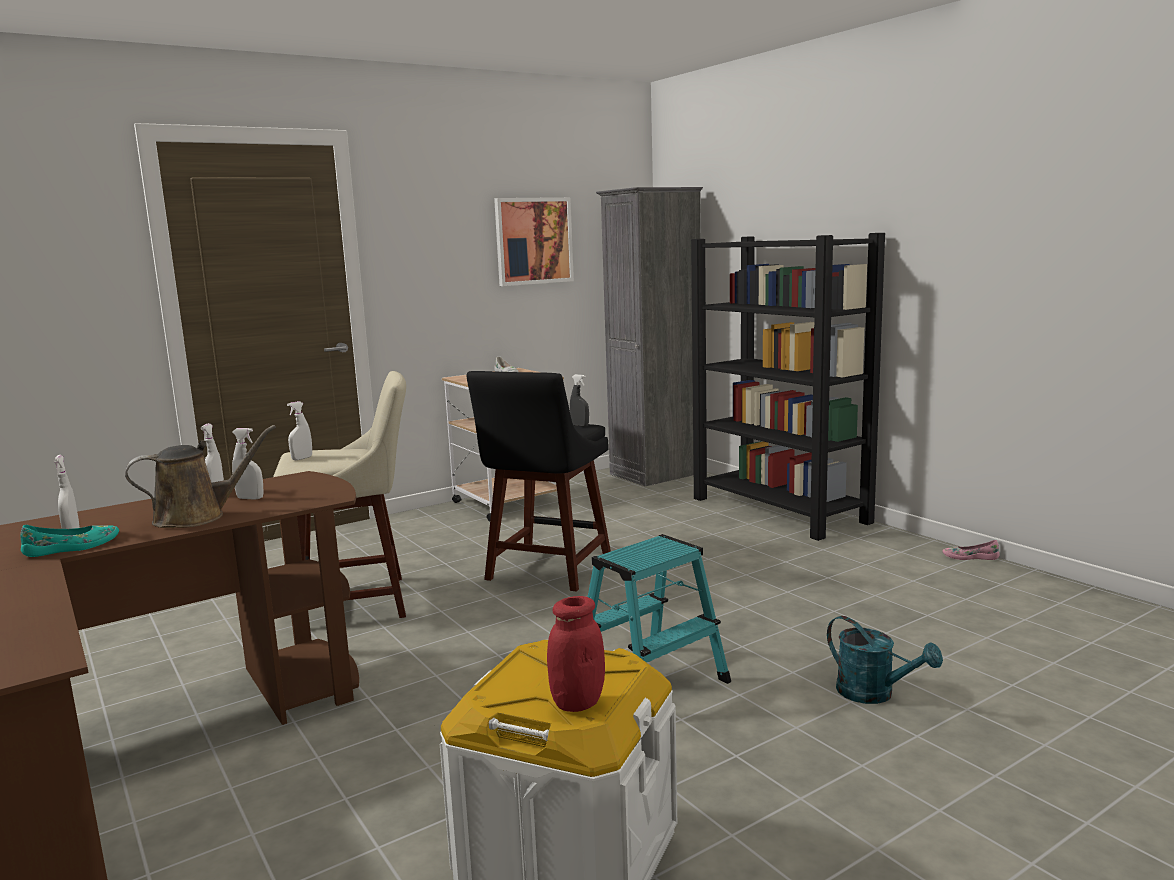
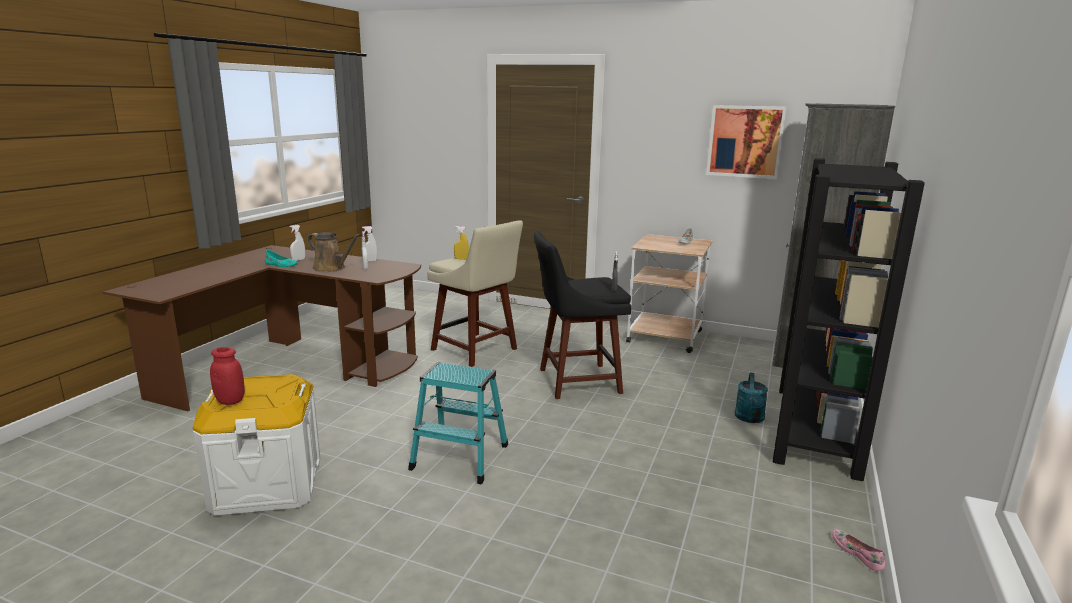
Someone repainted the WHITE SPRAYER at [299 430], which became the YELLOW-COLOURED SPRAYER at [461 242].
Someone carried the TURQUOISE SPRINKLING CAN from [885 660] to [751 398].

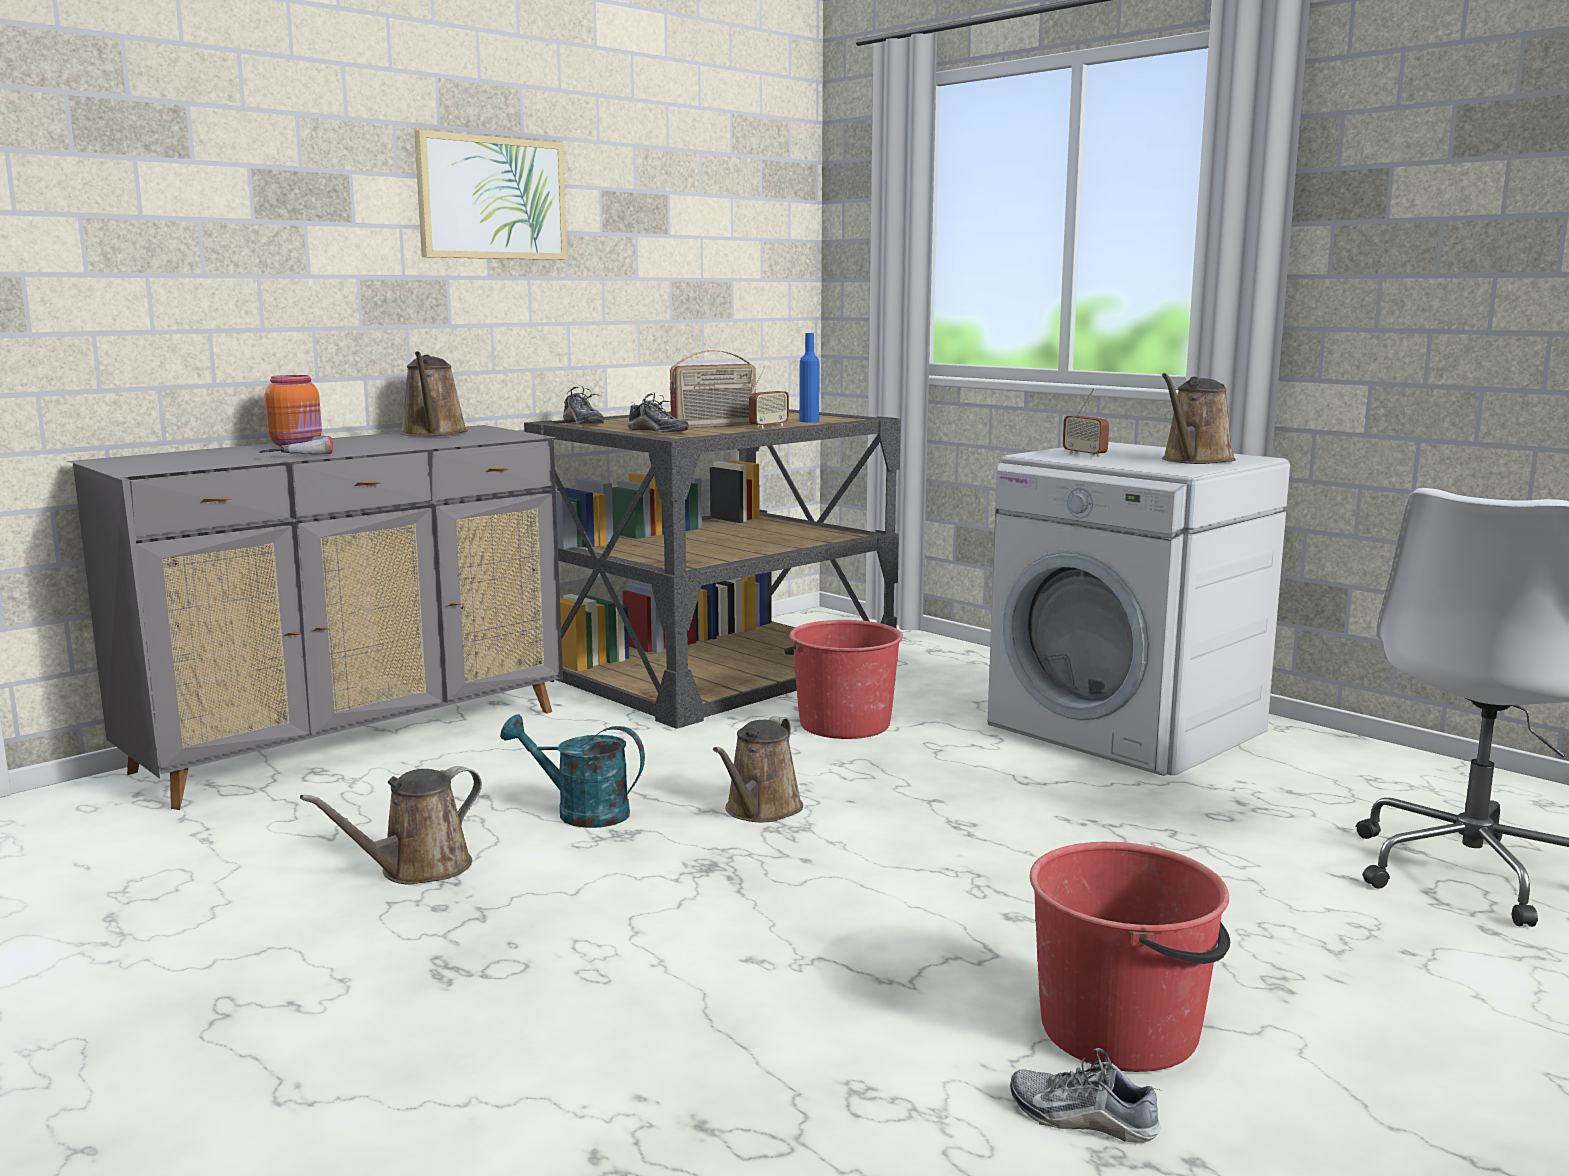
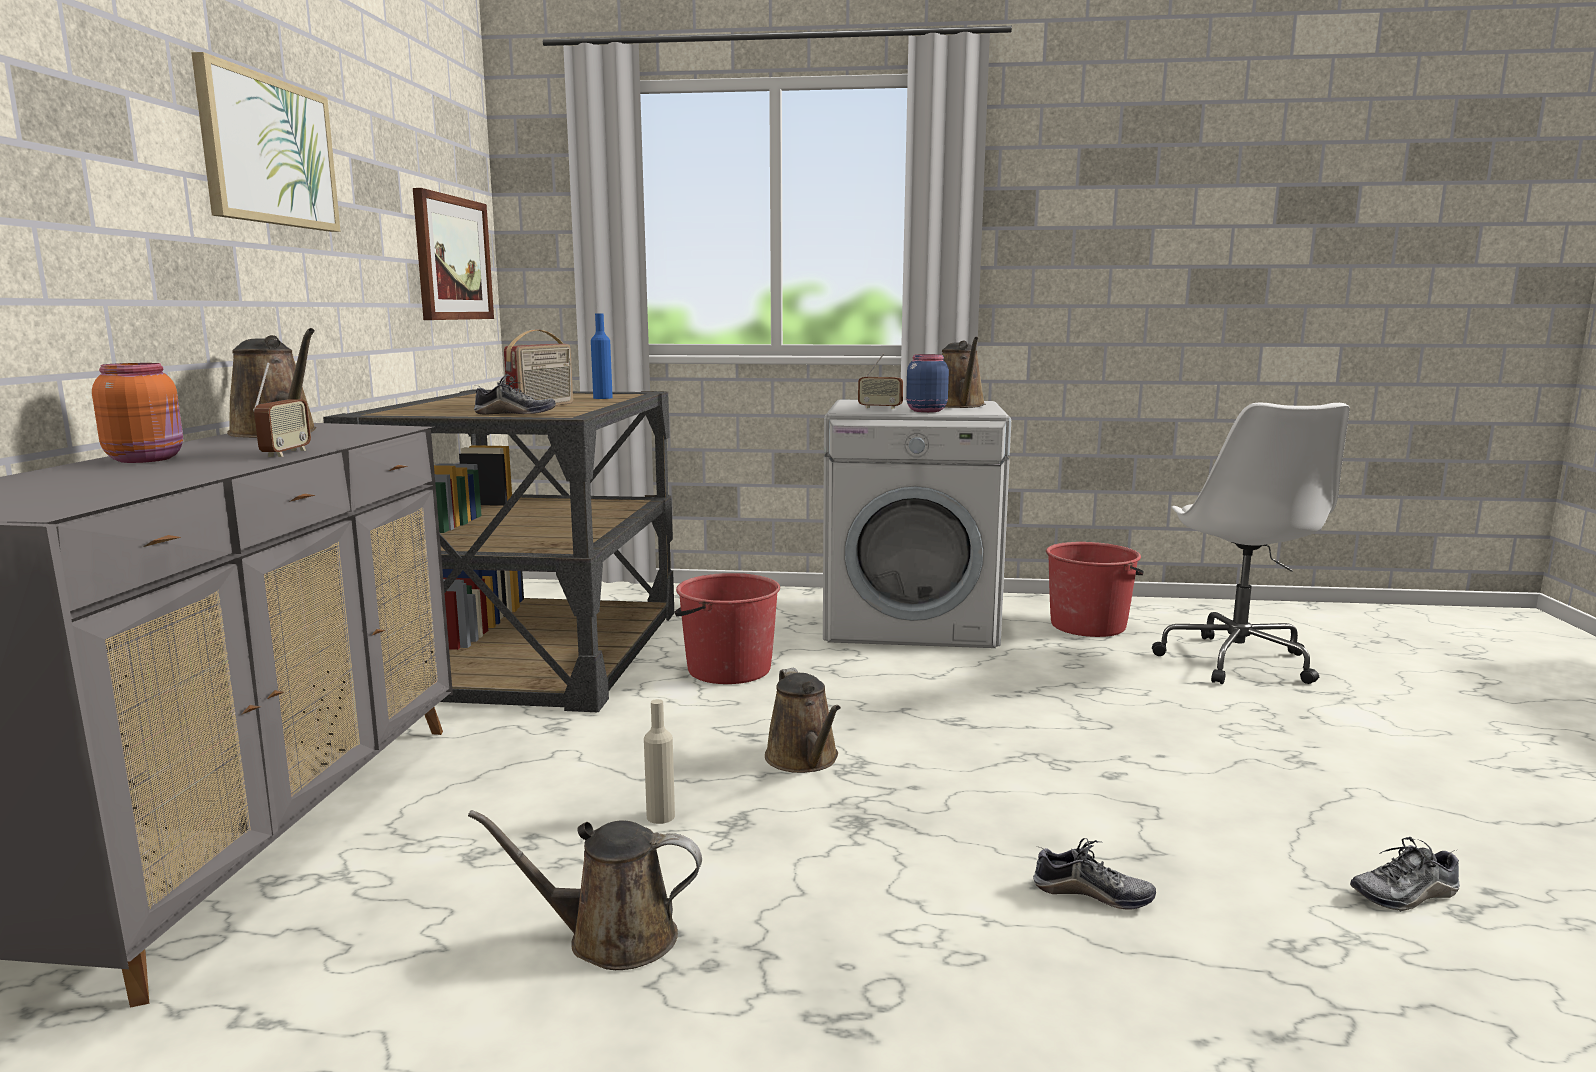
Someone carried the RADIO from [769 397] to [282 409].
Someone put up the WALL ART at [453 254].
Someone rotated the BROWN SPRINKLING CAN at [391 825] by 90 degrees clockwise.
Someone swapped the TURQUOISE SPRINKLING CAN at [572 771] for the BEIGE-COLOURED BEVERAGE BOTTLE at [659 761].
Someone put down the BLUISH PRESERVE JAR at [927 383].
Someone carried the ITEM OF FOOTWEAR from [583 405] to [1094 874].
Someone carried the RED-COLOURED PAIL from [1130 957] to [1095 589].
Someone took away the POWER DRILL at [296 445].

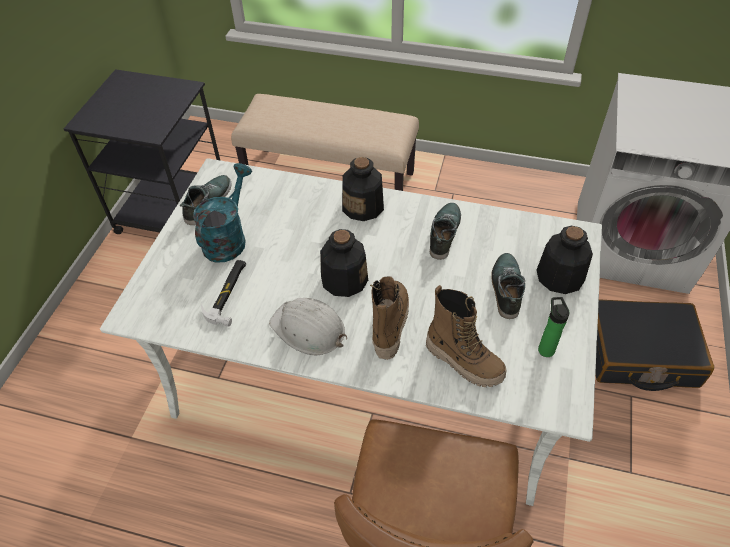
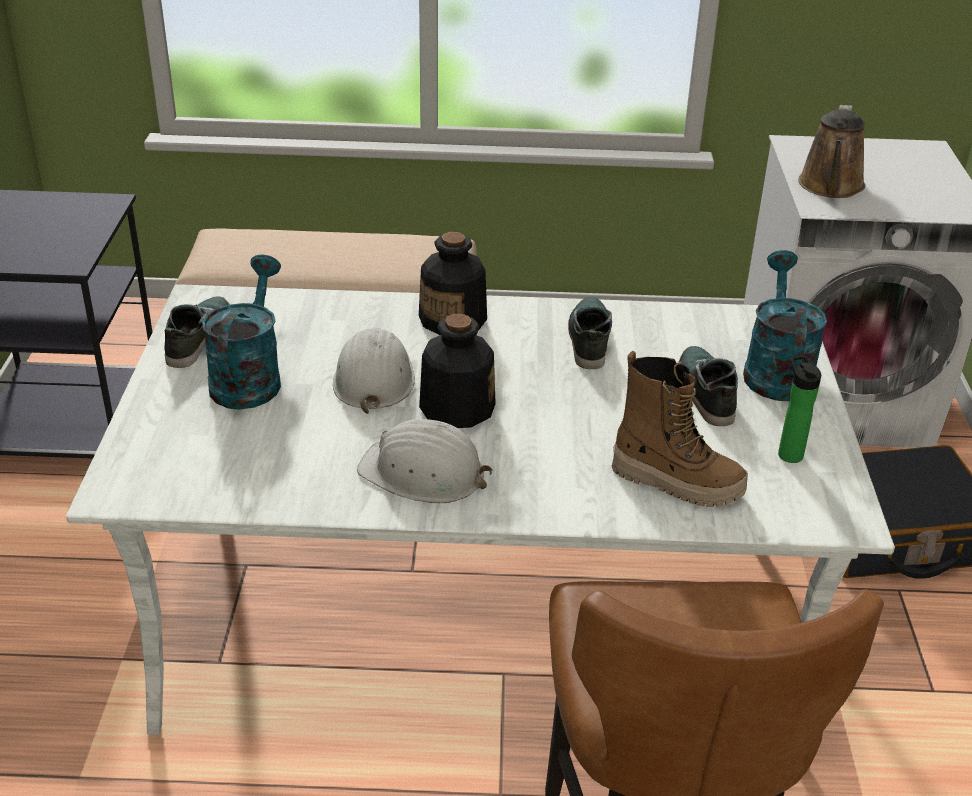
Someone put down the WHITE HARD HAT at [374 370].
Someone swapped the BEVERAGE BOTTLE at [565 260] for the TURQUOISE SPRINKLING CAN at [785 325].
Someone put down the BROWN SPRINKLING CAN at [831 151].
Someone took away the TOOL HAMMER at [223 293].
Someone took away the HIGH-TOP BOOT at [389 318].

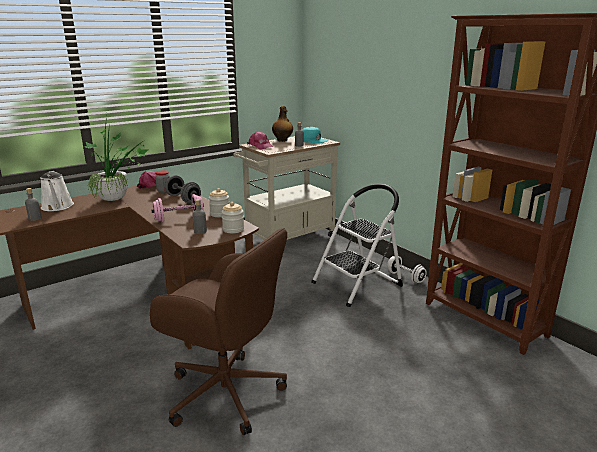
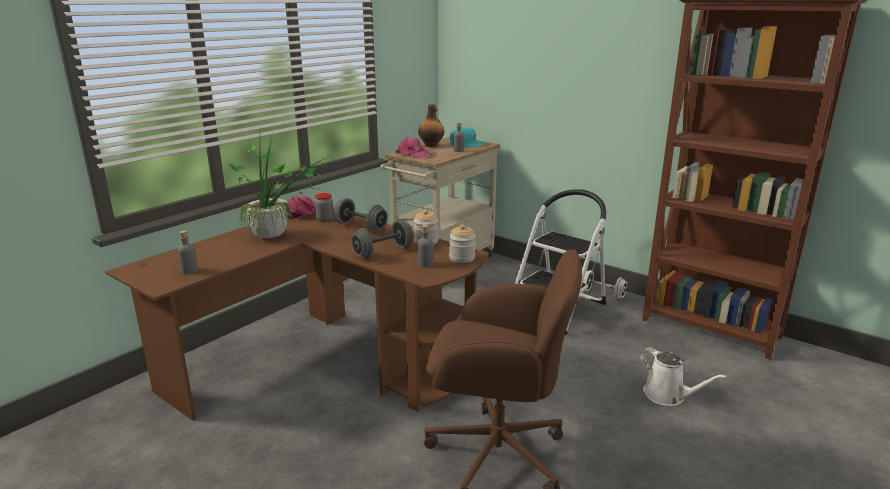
Someone repainted the PINK-COLOURED FREE WEIGHT at [178 208], which became the GREY FREE WEIGHT at [382 238].
Someone carried the WHITE SPRINKLING CAN from [57 191] to [683 376].

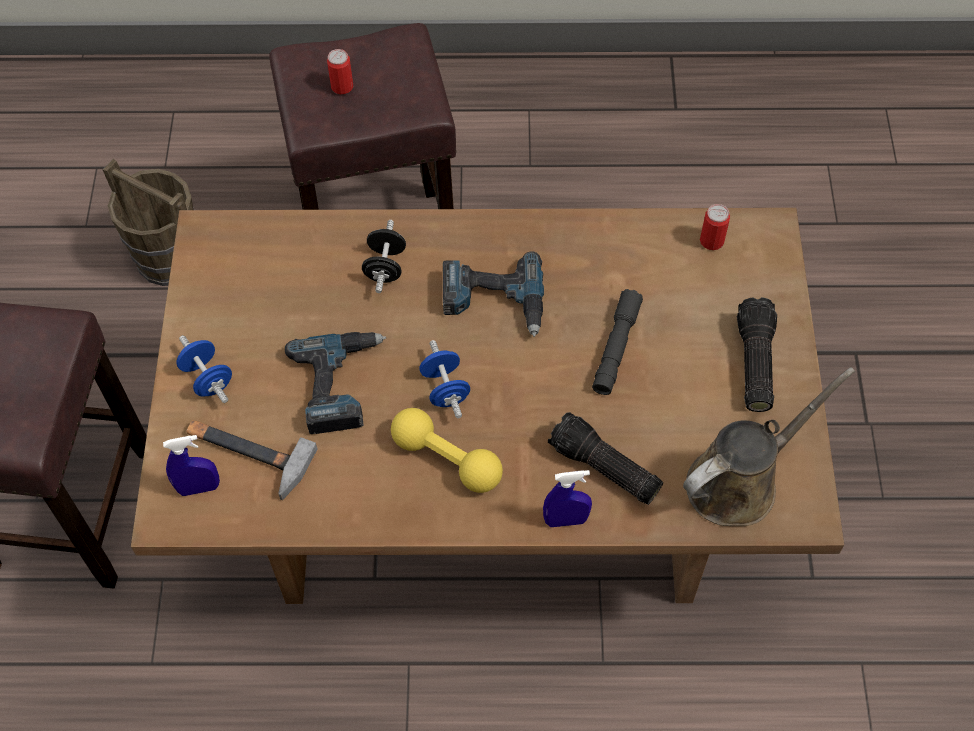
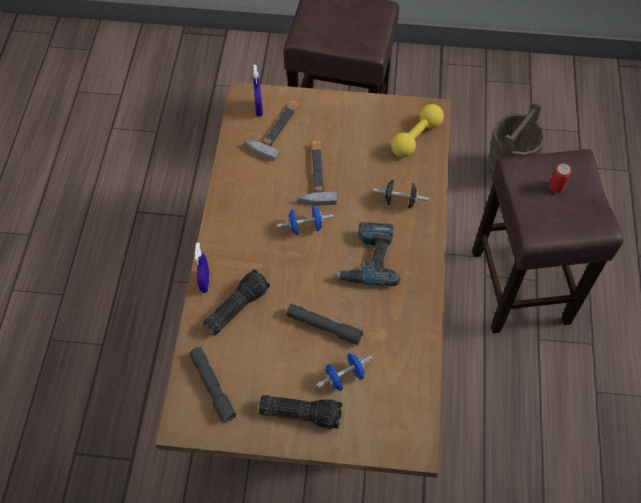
Someone swapped the BROWN SPRINKLING CAN at [769 446] for the GREY HAND TORCH at [213 385].
Someone swapped the POWER DRILL at [335 383] for the TOOL HAMMER at [317 173].
Someone carried the BLUISH FREE WEIGHT from [204 369] to [344 372].
Someone carried the YELLOW-COLOURED FREE WEIGHT from [447 450] to [417 130].
Someone took away the SEALED CAN at [715 227].

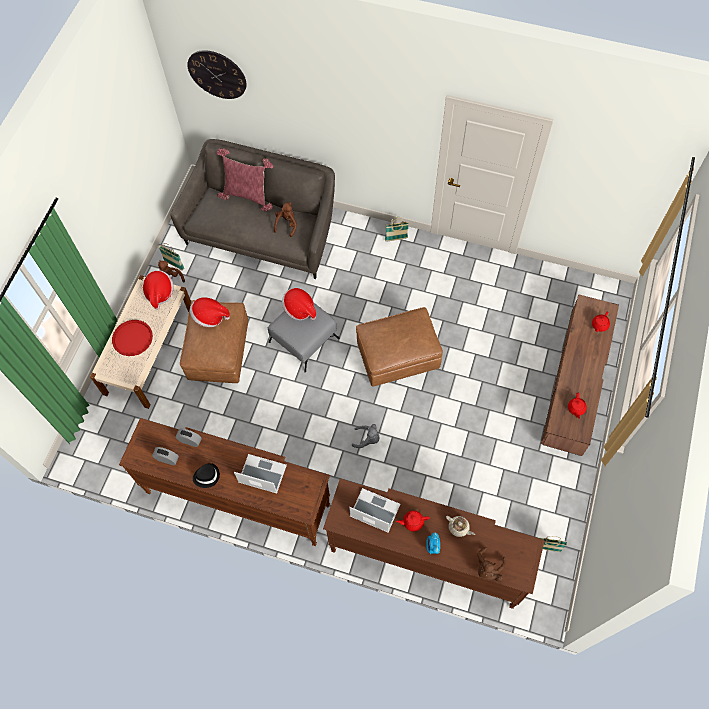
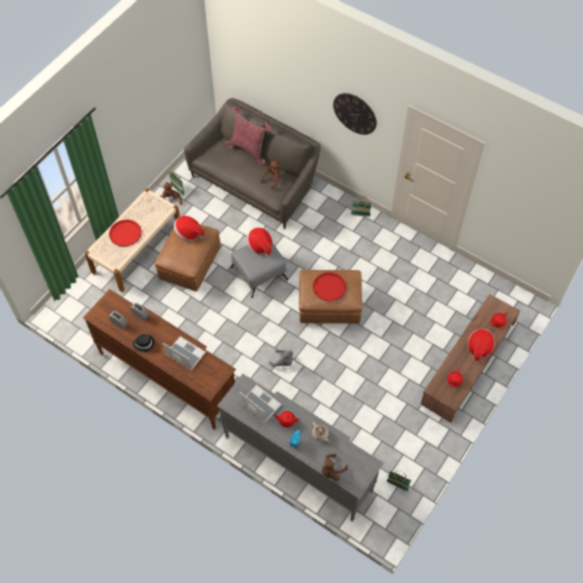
Someone repainted the BROWN CABINET at [434 543], which became the GREY CABINET at [300 448].
Someone put down the RED-COLOURED TRAY at [329 286].
Someone carried the WALL CLOCK from [217 74] to [355 114].
Someone carried the HAT from [158 290] to [481 345].

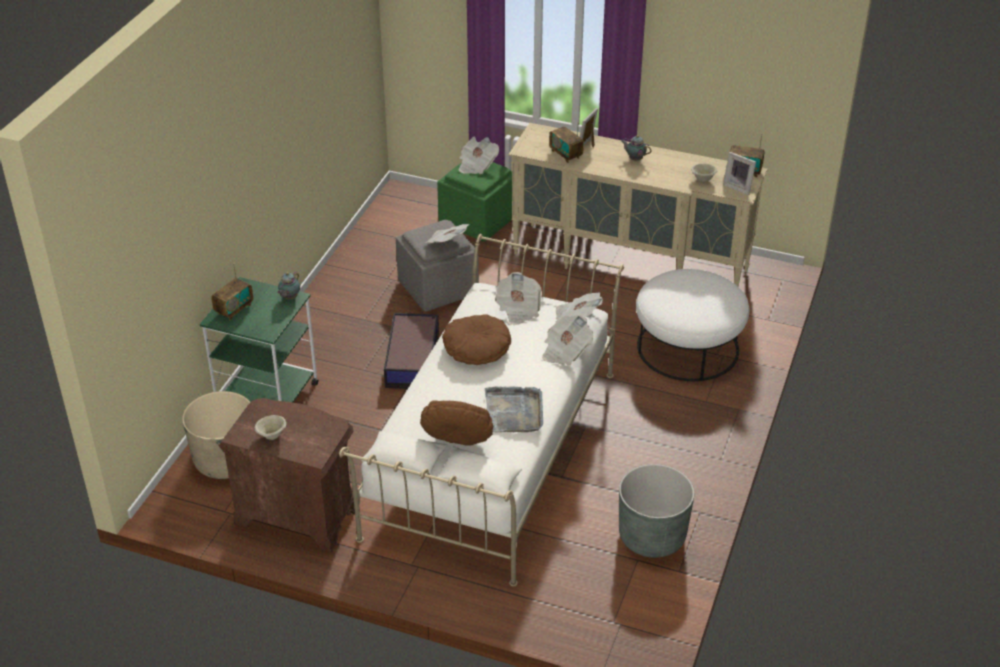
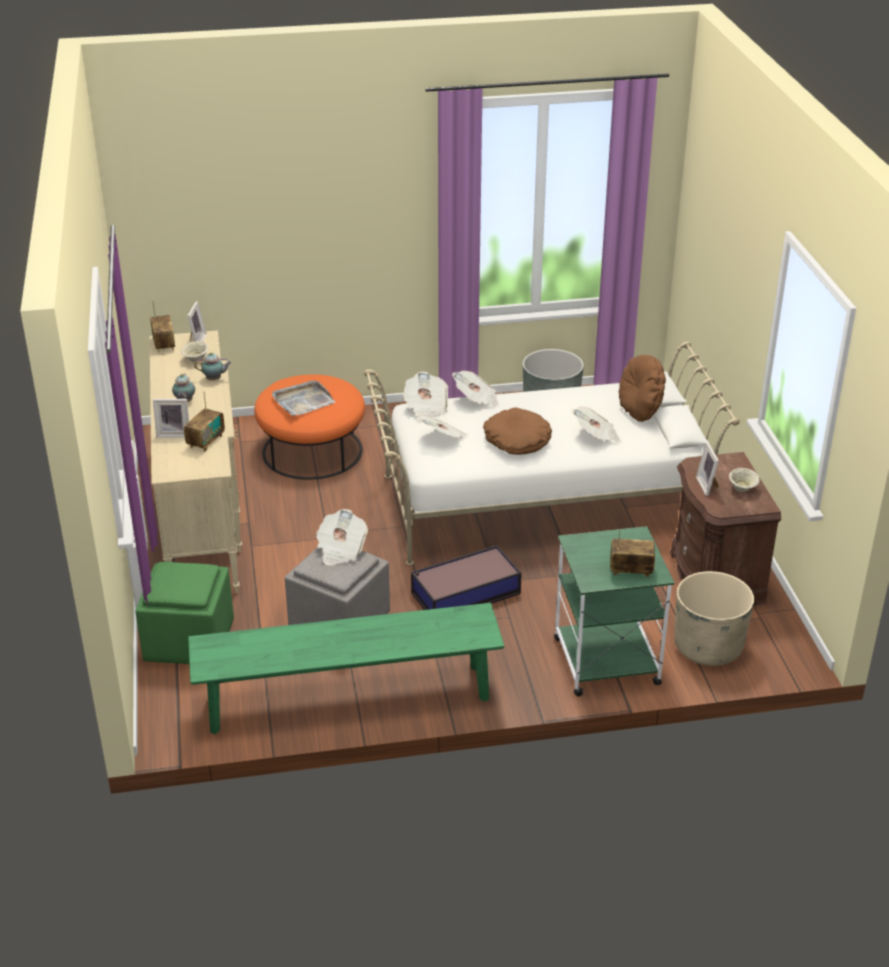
Someone put down the GREEN BENCH at [346 668].
Someone carried the POT FOR TEA from [288 285] to [212 366].
Someone repainted the WHITE OTTOMAN at [692 325], which became the ORANGEY OTTOMAN at [309 427].
Someone carried the GREY TRAY from [514 409] to [303 398].
Someone carried the DAILY PAPER from [479 155] to [596 424].
Someone put down the STANDING FRAME at [707 469].

